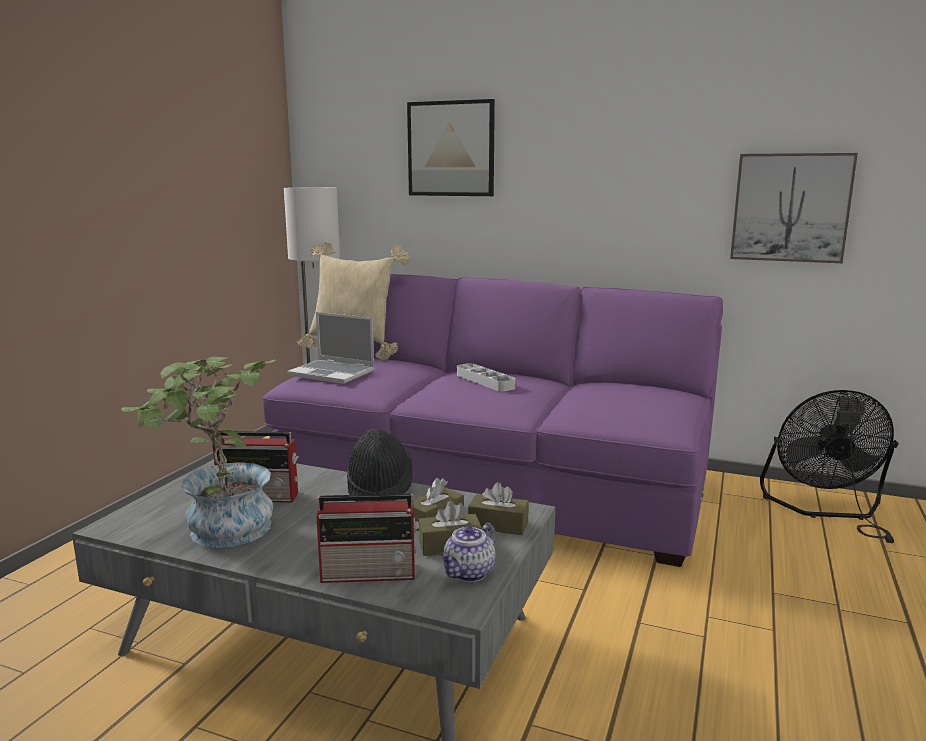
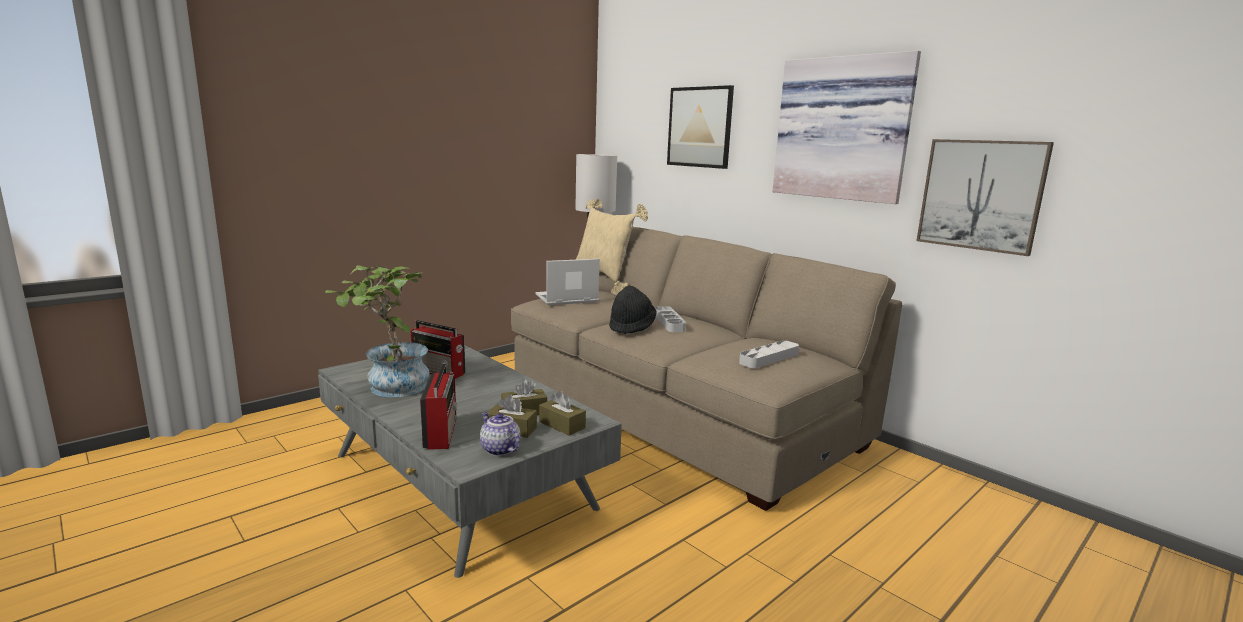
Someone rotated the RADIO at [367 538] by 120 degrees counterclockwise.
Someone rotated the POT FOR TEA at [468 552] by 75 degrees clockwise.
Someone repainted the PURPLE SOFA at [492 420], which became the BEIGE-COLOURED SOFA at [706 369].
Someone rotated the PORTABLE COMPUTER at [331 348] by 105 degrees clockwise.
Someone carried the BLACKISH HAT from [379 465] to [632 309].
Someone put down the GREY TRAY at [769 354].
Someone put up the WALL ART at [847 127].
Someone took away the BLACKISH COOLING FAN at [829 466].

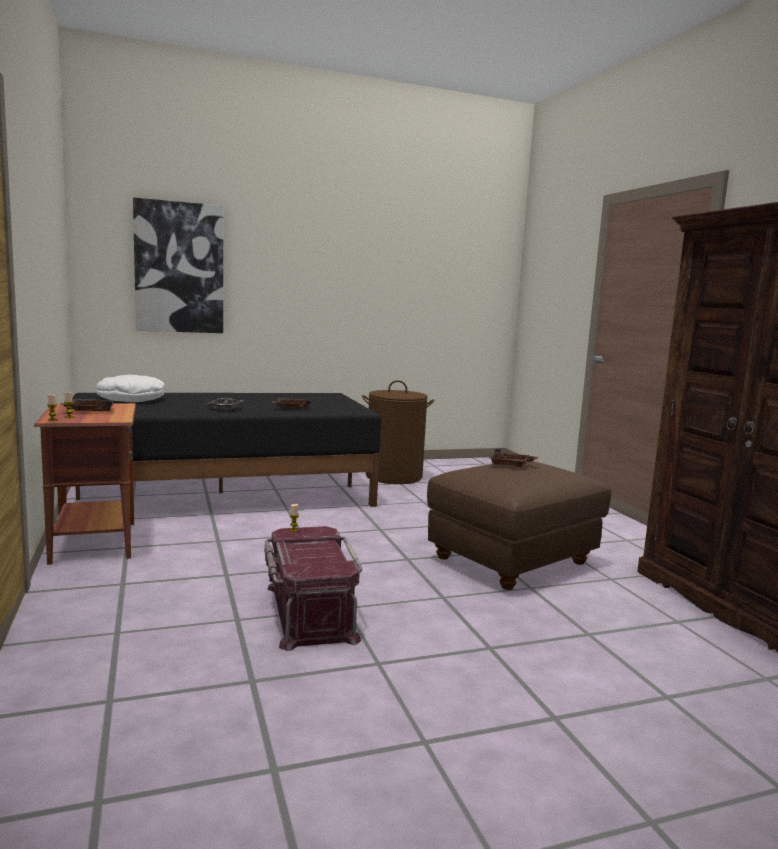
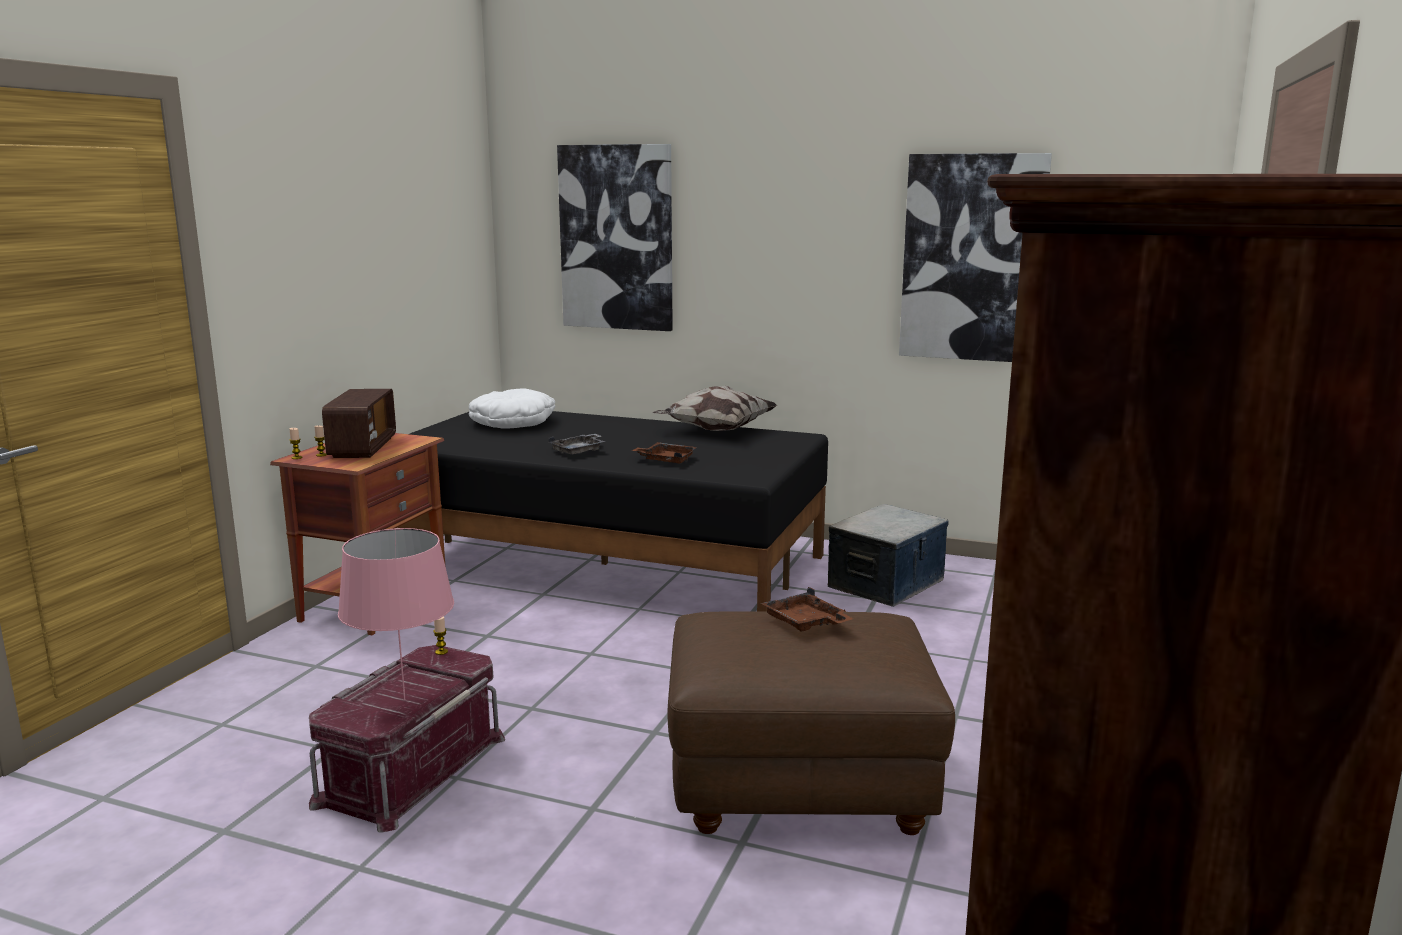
Someone swapped the BROWN TRAY at [86 405] for the RADIO at [359 423].
Someone put down the PINK-COLOURED TABLE LAMP at [396 614].
Someone put down the PILLOW at [715 408].
Someone swapped the BROWN WASHING BASKET at [398 432] for the STORAGE BIN at [888 555].
Someone put up the WALL ART at [975 257].

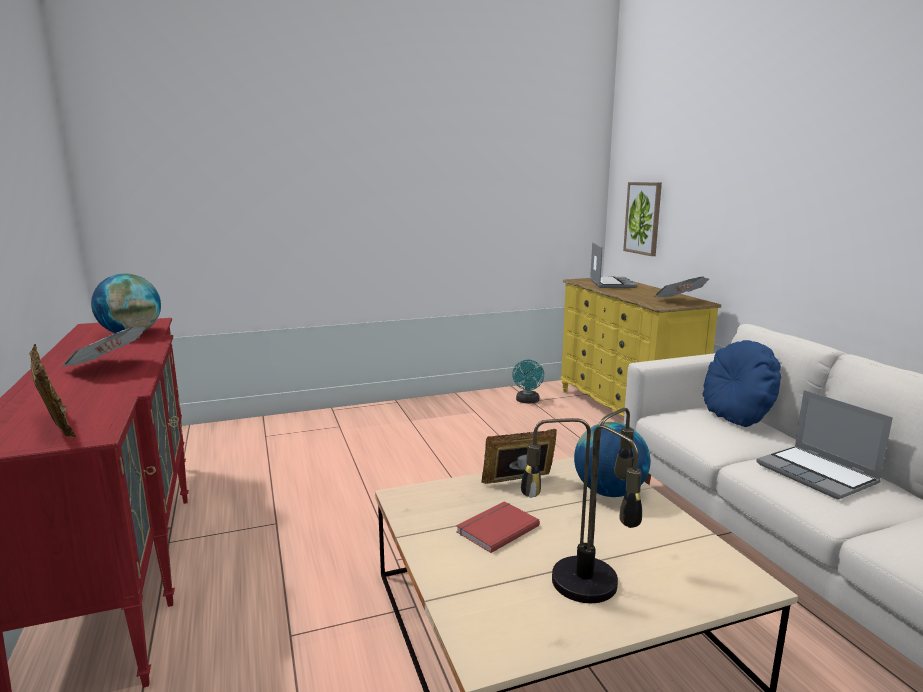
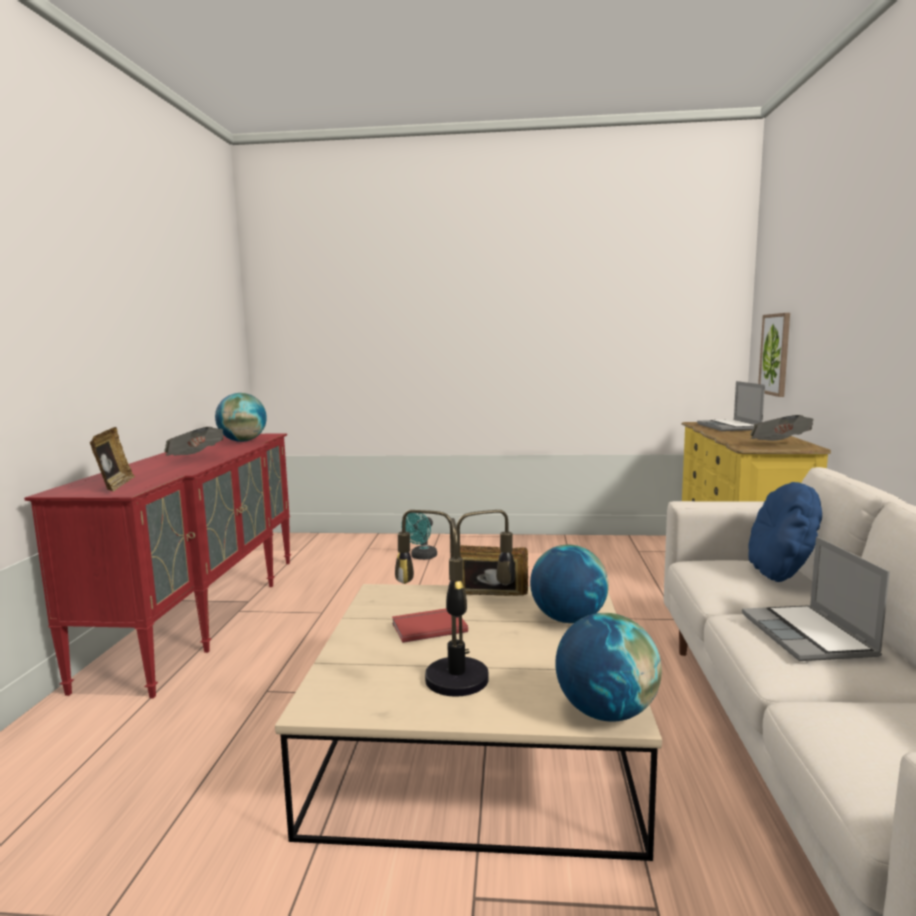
Someone carried the TURQUOISE COOLING FAN from [528 382] to [419 536].
Someone put down the GLOBE at [608 667].
Someone rotated the PORTABLE COMPUTER at [613 265] by 150 degrees clockwise.

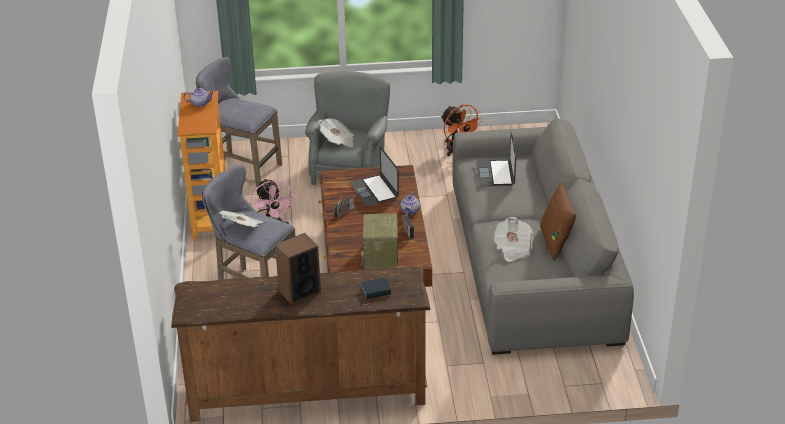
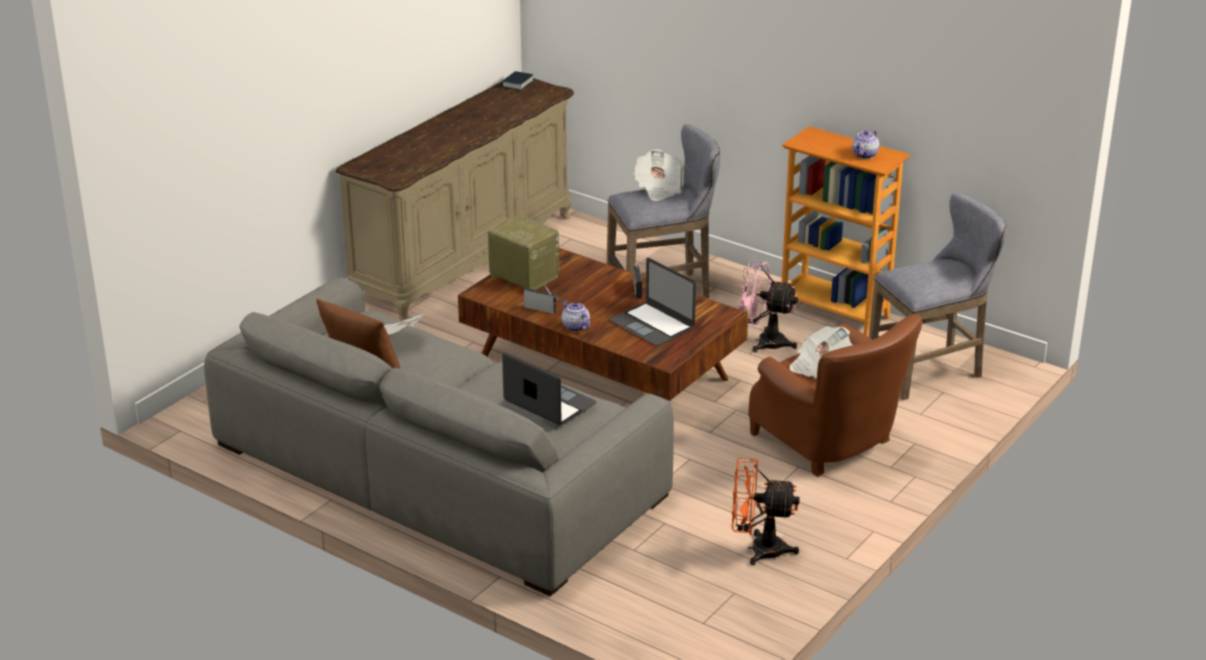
Someone carried the VOLUME from [376 288] to [518 81].
Someone rotated the PORTABLE COMPUTER at [374 176] by 150 degrees counterclockwise.
Someone repainted the GREY EASY CHAIR at [347 128], which became the BROWN EASY CHAIR at [835 396].
Someone took away the SPEAKER at [298 269].

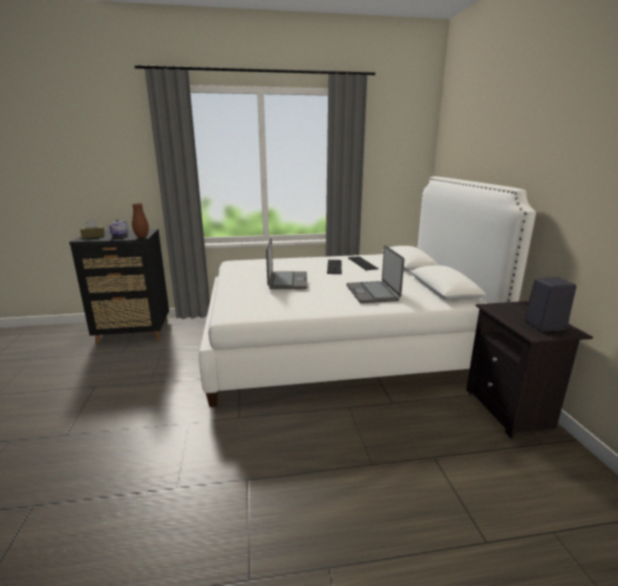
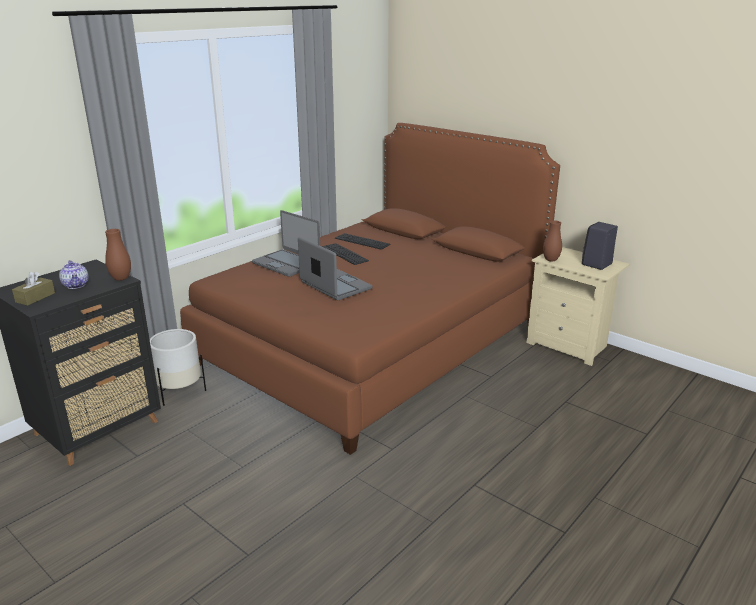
Someone put down the WHITE PLANT POT at [178 367].
Someone repainted the WHITE BED at [367 291], which became the BROWN BED at [370 289].
Someone carried the PORTABLE COMPUTER from [376 274] to [286 243].
Someone repainted the BLACKISH BEDSIDE TABLE at [529 369], which became the BEIGE-COLOURED BEDSIDE TABLE at [578 306].
Someone put down the BROWN FLOWER VASE at [552 241].

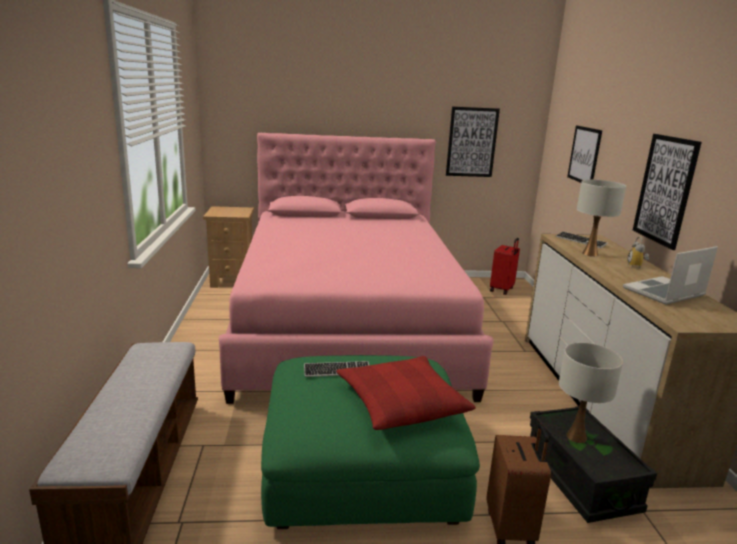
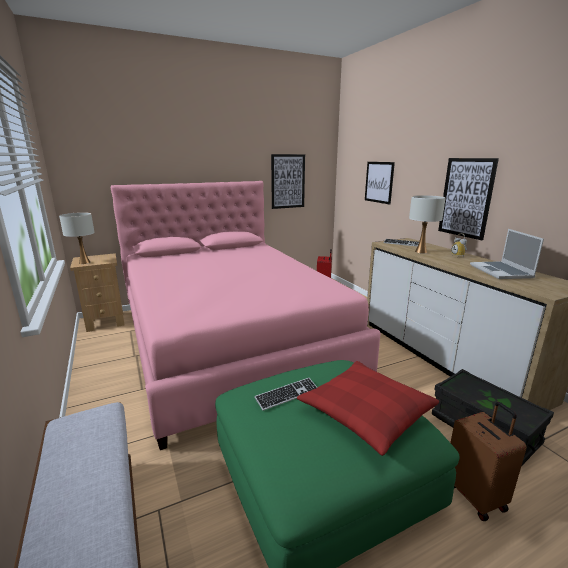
Someone carried the WHITE TABLE LAMP from [591 393] to [77 238].
Someone rotated the PORTABLE COMPUTER at [670 275] by 45 degrees counterclockwise.

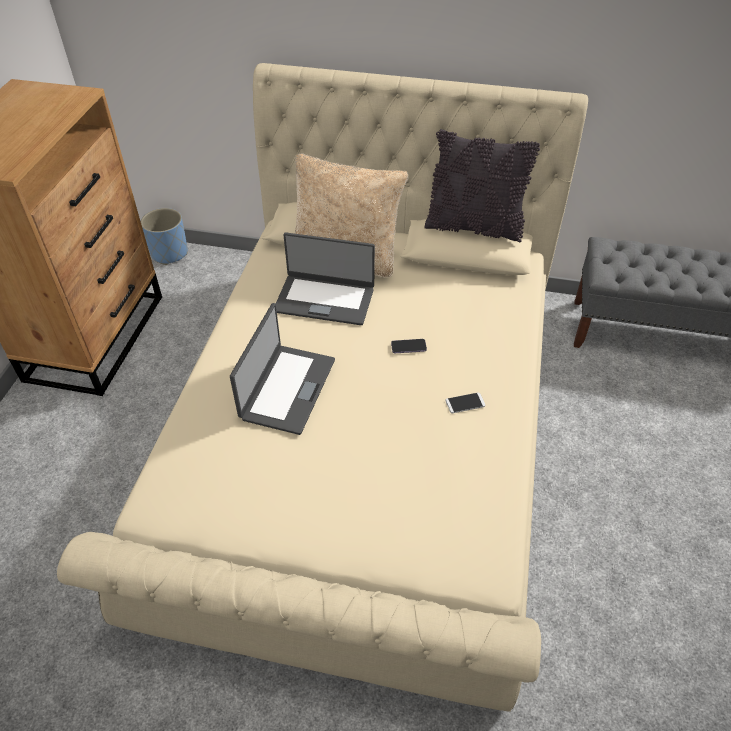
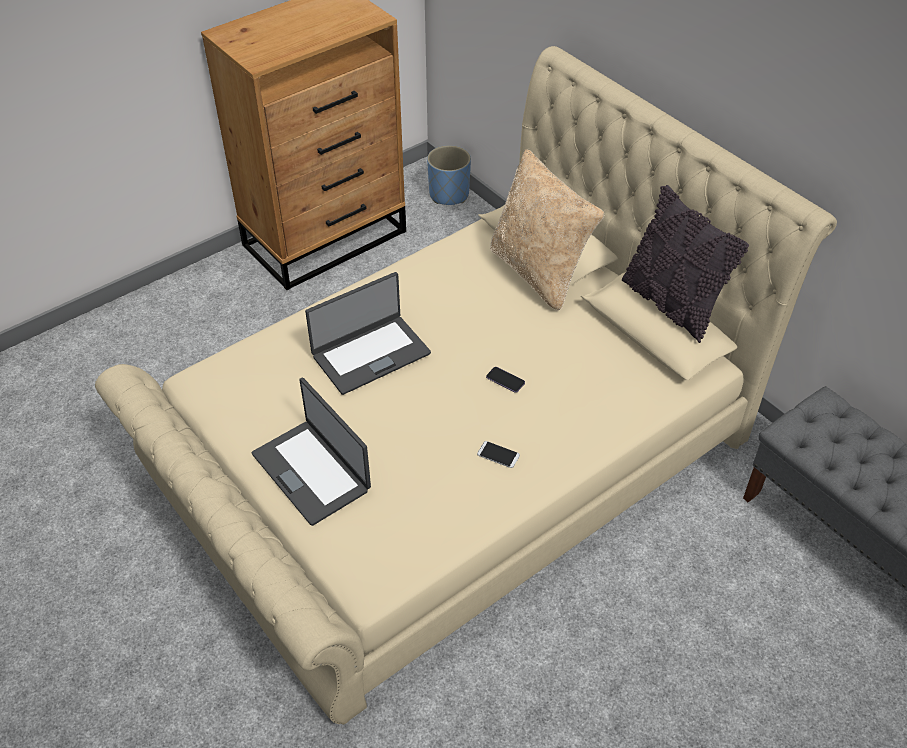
Someone carried the PORTABLE COMPUTER from [325 279] to [311 452].

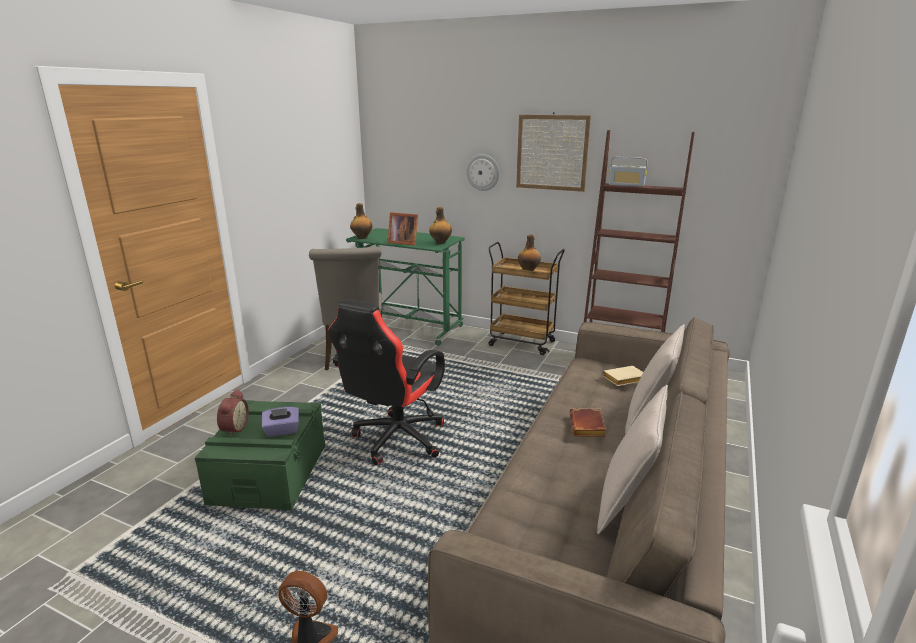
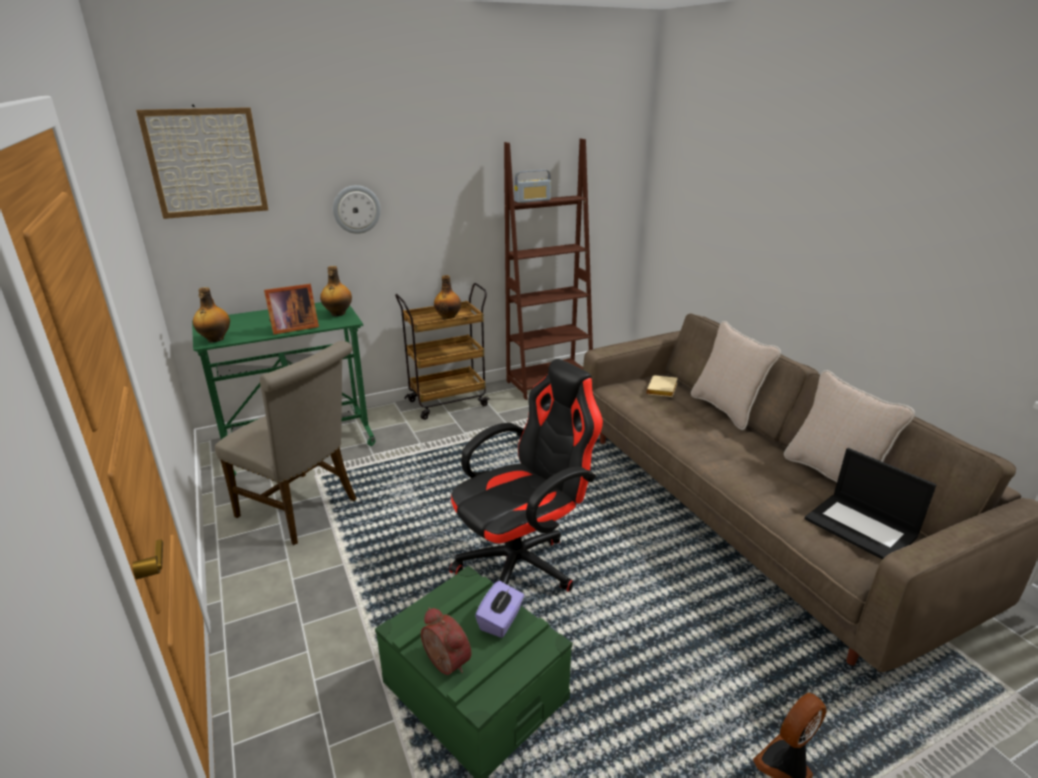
Someone carried the WALL ART from [553 152] to [202 161].
Someone rotated the BLACKISH DESK CHAIR at [386 382] by 105 degrees counterclockwise.
Someone put down the PORTABLE COMPUTER at [871 503].
Someone took away the BROWN VOLUME at [587 422].

